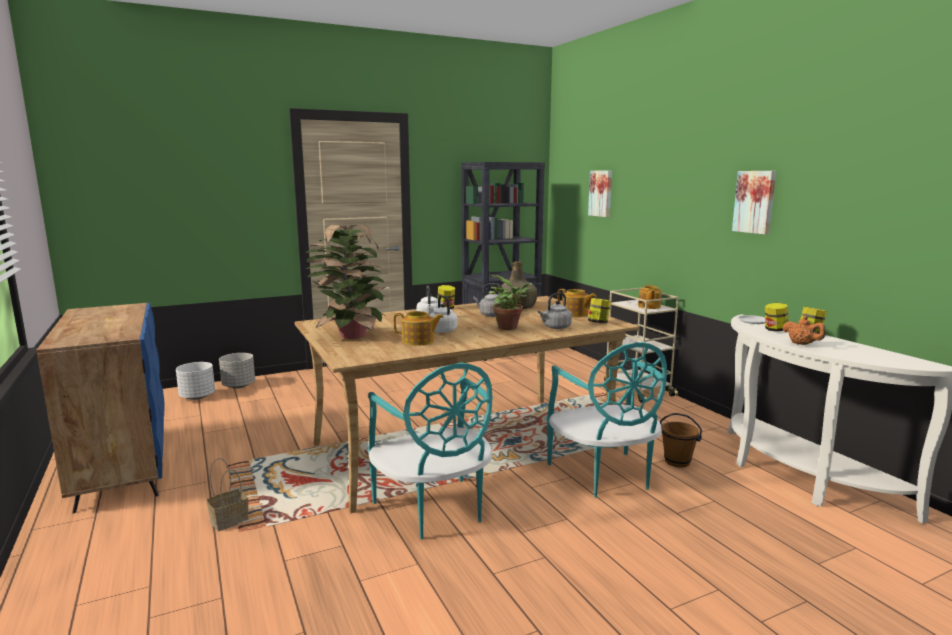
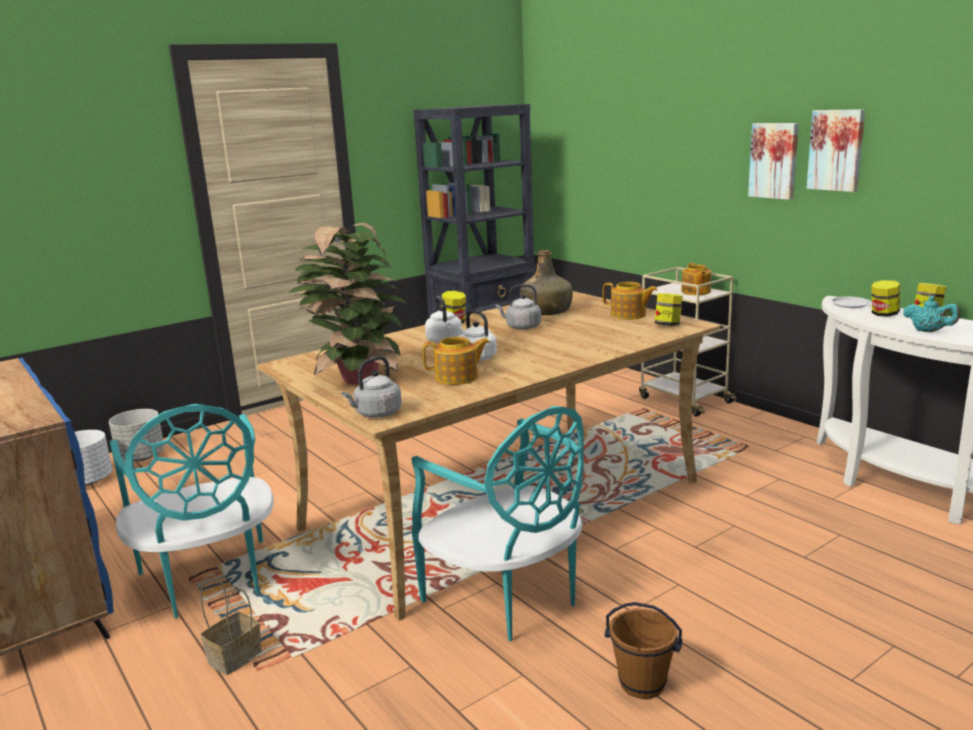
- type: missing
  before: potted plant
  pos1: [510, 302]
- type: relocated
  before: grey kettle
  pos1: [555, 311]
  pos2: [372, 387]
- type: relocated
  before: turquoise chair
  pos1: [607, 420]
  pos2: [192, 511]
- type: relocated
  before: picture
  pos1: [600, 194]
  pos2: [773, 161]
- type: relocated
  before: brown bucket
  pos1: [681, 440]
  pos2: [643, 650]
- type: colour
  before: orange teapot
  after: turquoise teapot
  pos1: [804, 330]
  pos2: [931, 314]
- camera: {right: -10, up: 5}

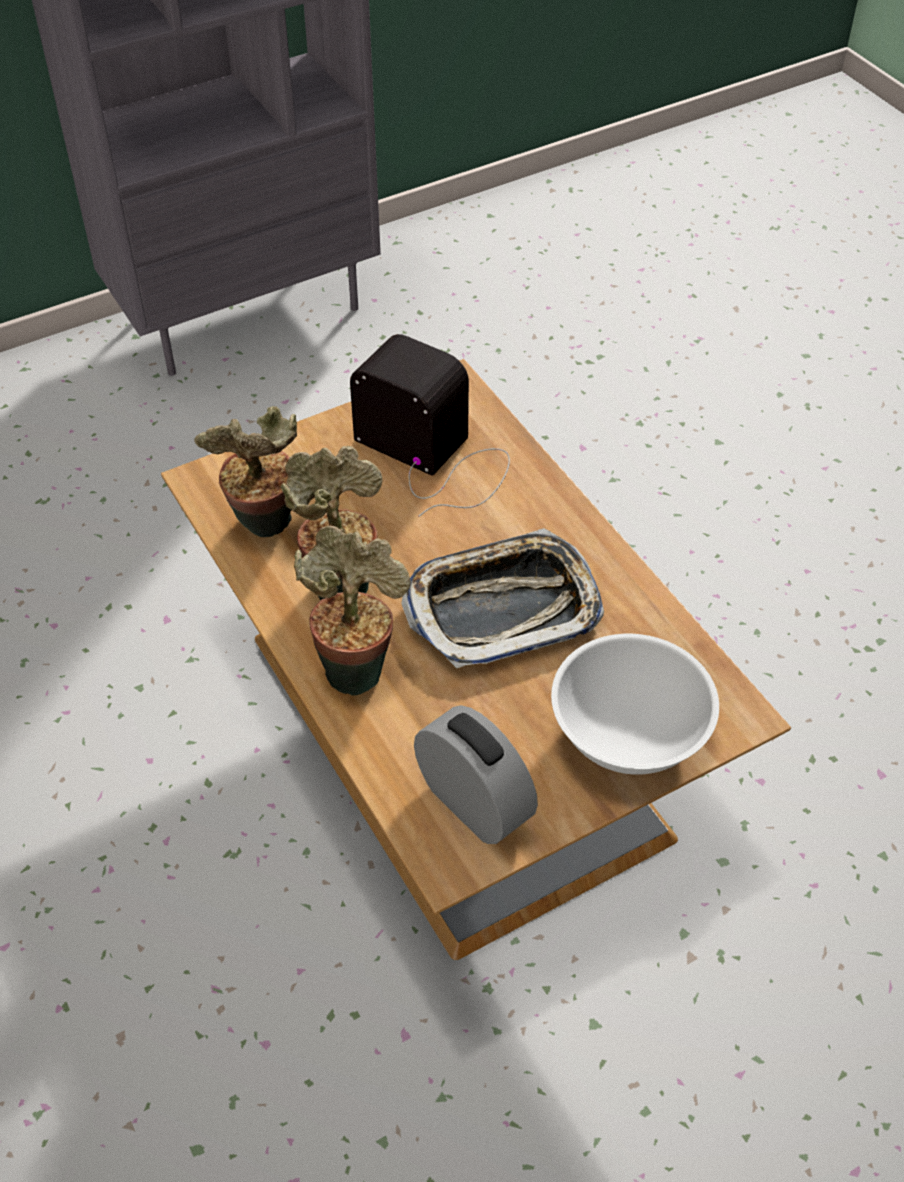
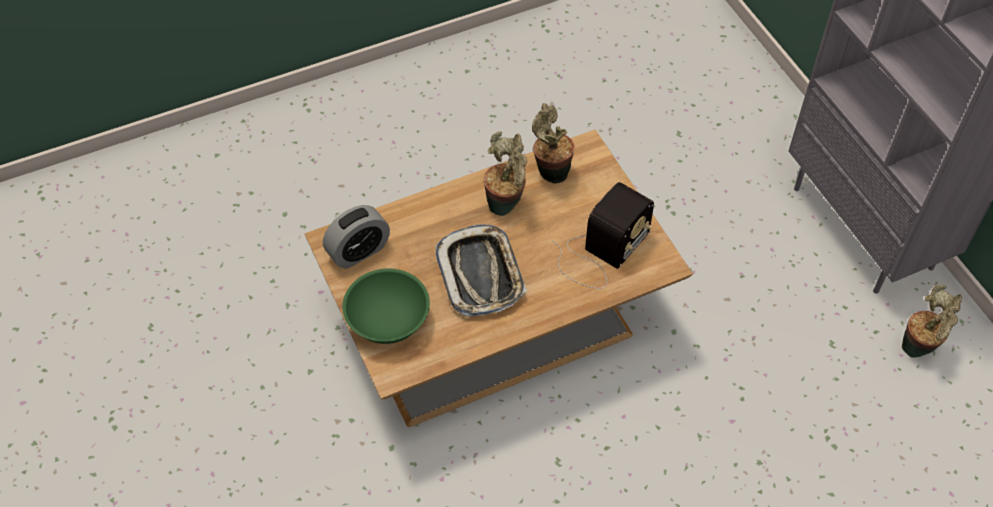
- type: relocated
  before: potted plant
  pos1: [352, 611]
  pos2: [932, 321]
- type: colour
  before: white bowl
  after: green bowl
  pos1: [635, 704]
  pos2: [386, 306]
- camera: {right: 95, up: 5}

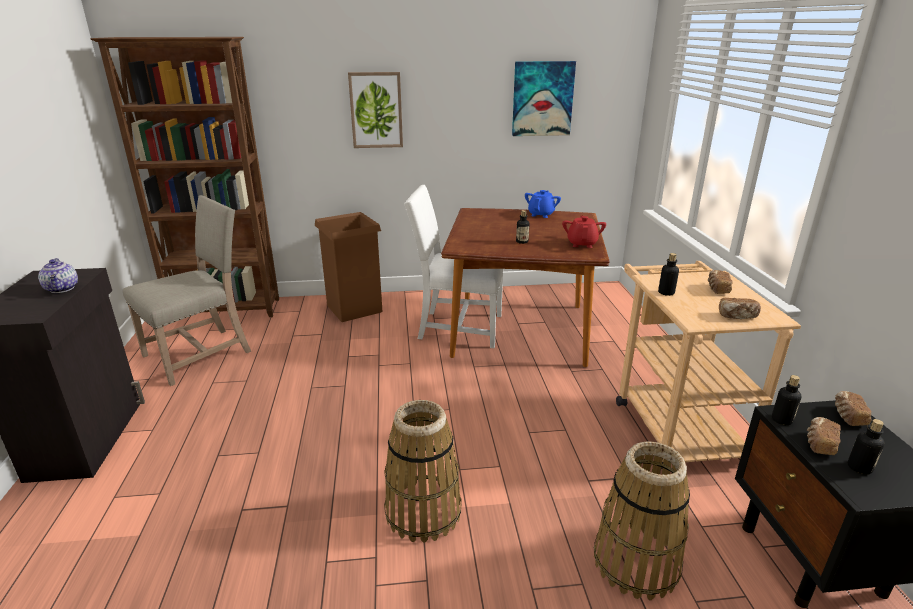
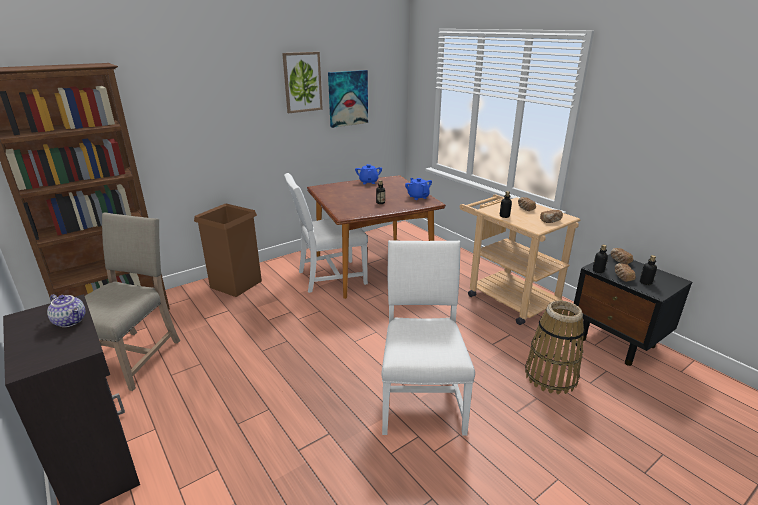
- type: relocated
  before: picture
  pos1: [375, 110]
  pos2: [302, 82]
- type: exchanged
  before: basket
  after: white chair
  pos1: [423, 471]
  pos2: [428, 337]
- type: colour
  before: red teapot
  after: blue teapot
  pos1: [584, 231]
  pos2: [418, 189]
- camera: {right: -30, up: 0}

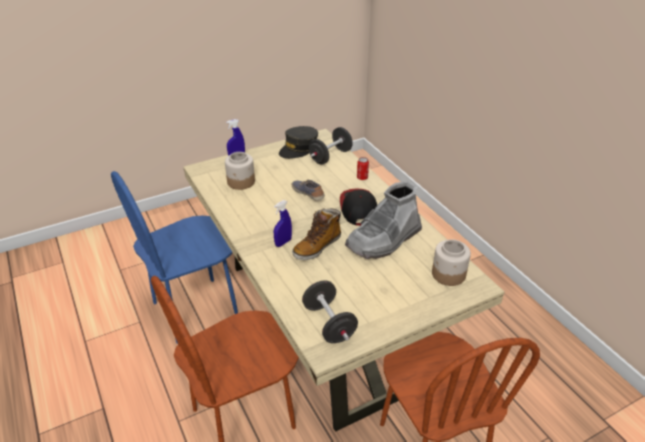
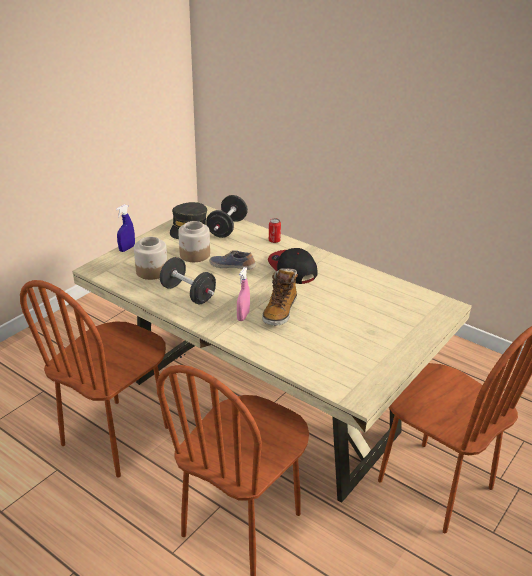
- type: missing
  before: grey boot
  pos1: [383, 220]
- type: relocated
  before: black dumbbell
  pos1: [330, 311]
  pos2: [188, 280]
- type: relocated
  before: jar
  pos1: [451, 262]
  pos2: [194, 241]
- type: colour
  before: blue chair
  after: brown chair
  pos1: [174, 257]
  pos2: [94, 379]
- type: colour
  before: blue spray bottle
  after: pink spray bottle
  pos1: [283, 223]
  pos2: [243, 294]
- camera: {right: -25, up: -5}

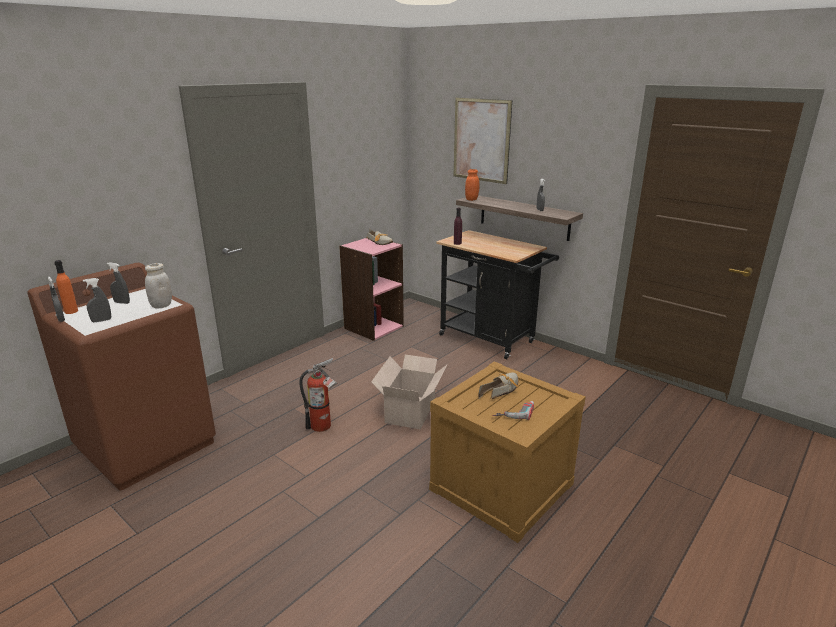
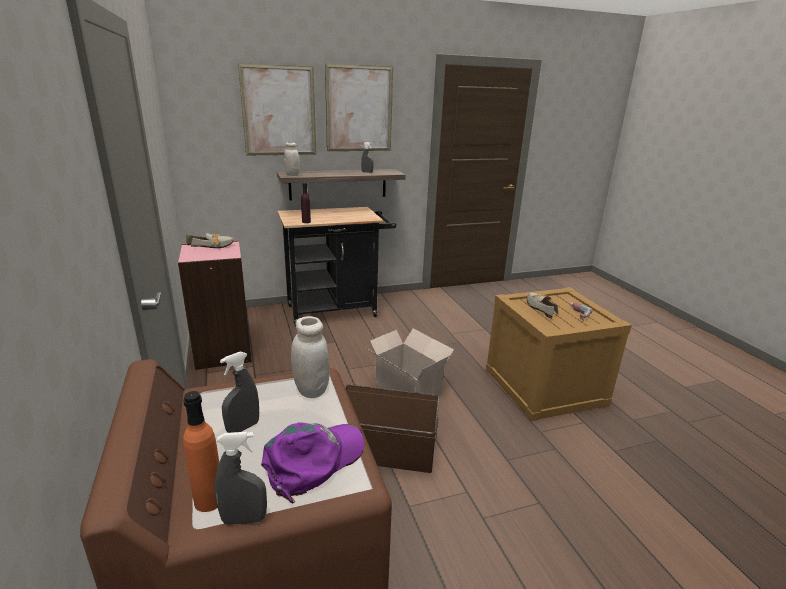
- type: appeared
  after: picture
  pos2: [359, 107]
- type: exchanged
  before: grey spray bottle
  after: purple cap
  pos1: [97, 300]
  pos2: [312, 463]
- type: exchanged
  before: fire extinguisher
  after: brown storage box
  pos1: [318, 395]
  pos2: [392, 429]
- type: colour
  before: orange jar
  after: white jar
  pos1: [472, 185]
  pos2: [292, 159]
- camera: {right: -60, up: 0}

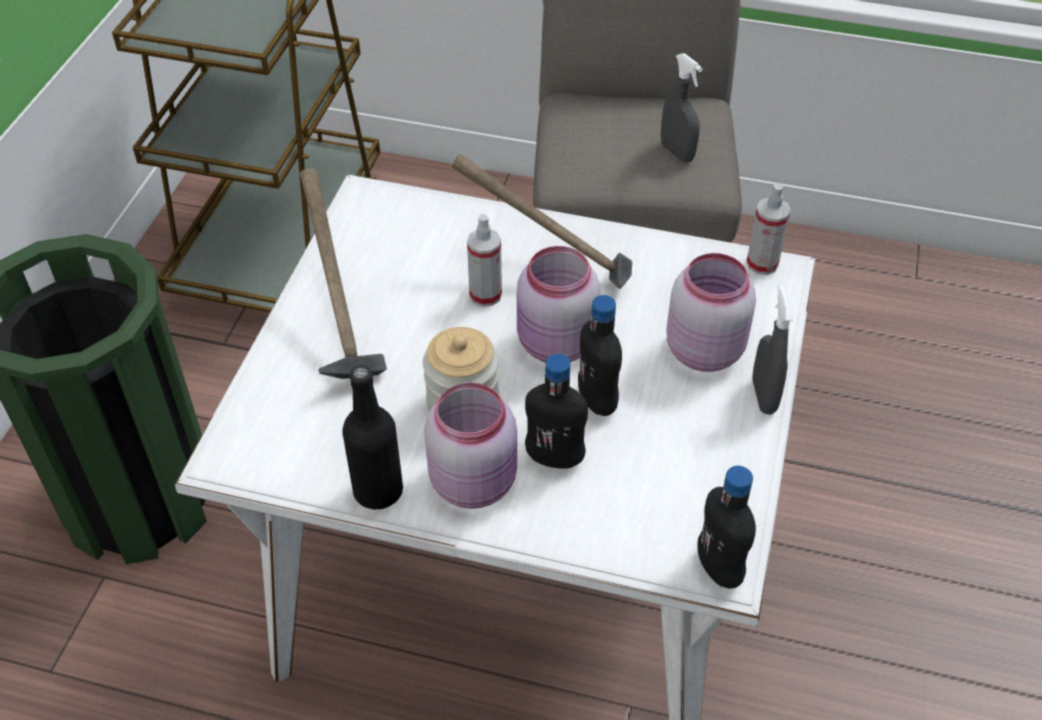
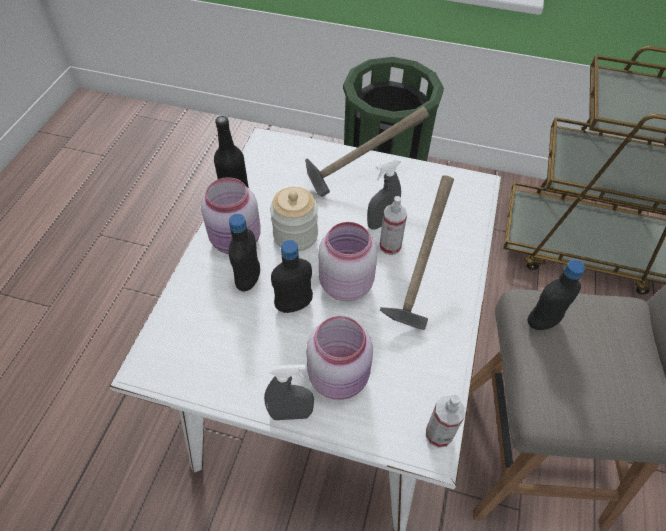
- type: relocated
  before: grey spray bottle
  pos1: [682, 107]
  pos2: [384, 194]
- type: relocated
  before: black bottle
  pos1: [726, 527]
  pos2: [556, 295]
- camera: {right: 90, up: 5}

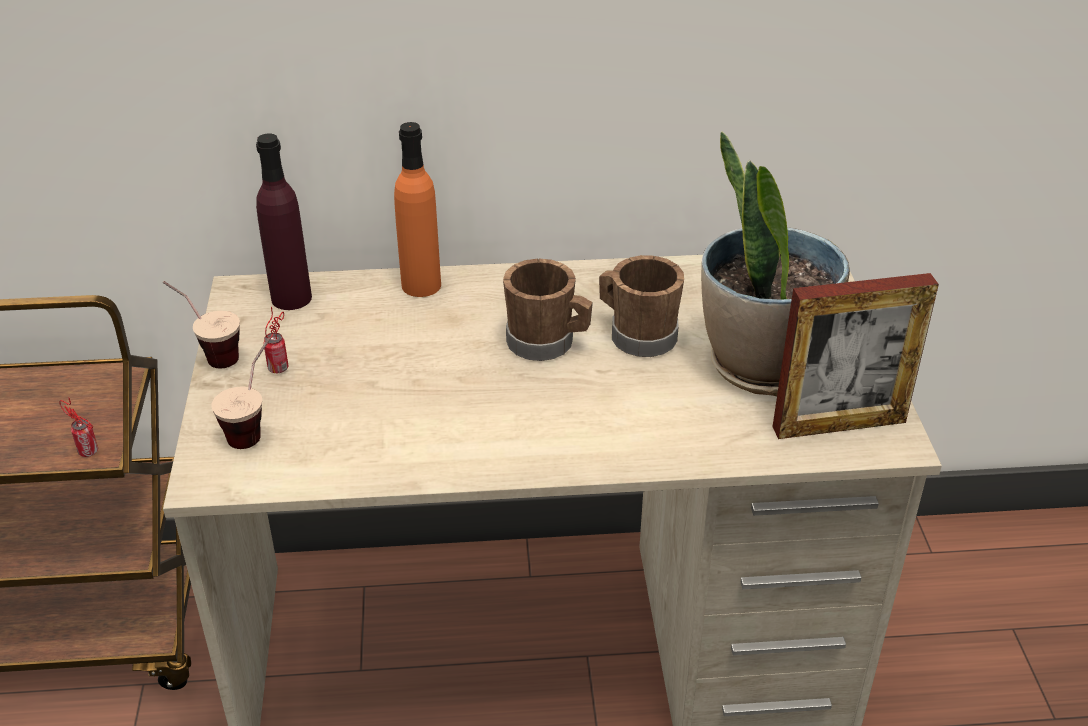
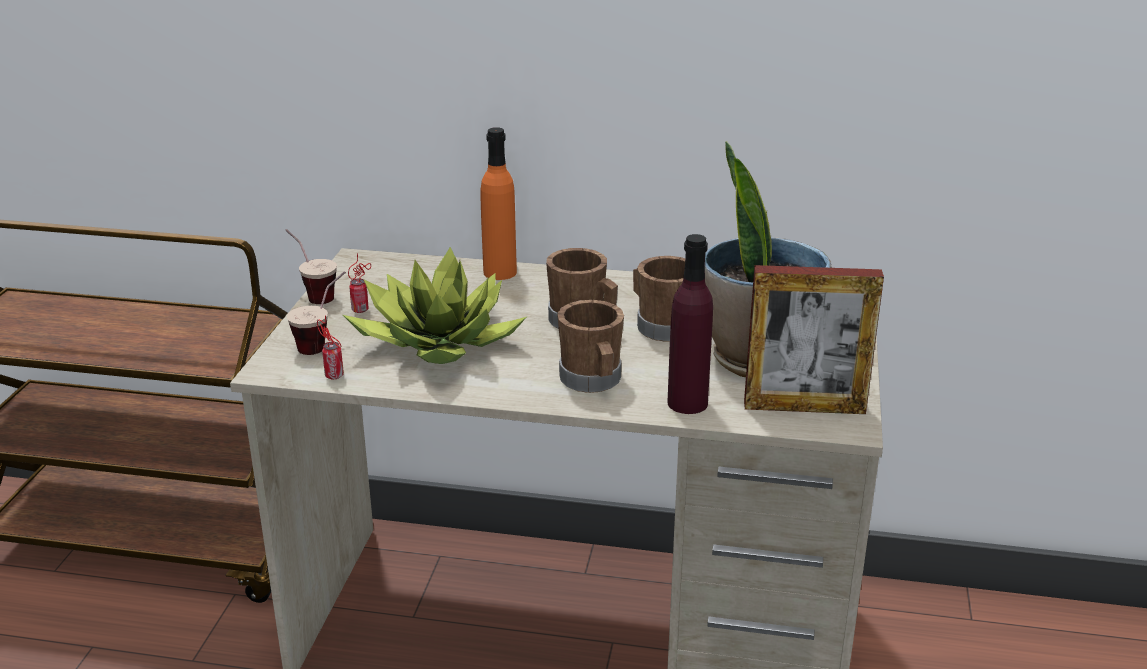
- type: appeared
  after: potted plant
  pos2: [435, 305]
- type: appeared
  after: brown mug
  pos2: [590, 346]
- type: relocated
  before: can
  pos1: [78, 427]
  pos2: [330, 347]
- type: relocated
  before: purple bottle
  pos1: [284, 222]
  pos2: [690, 324]
- camera: {right: 15, up: -10}

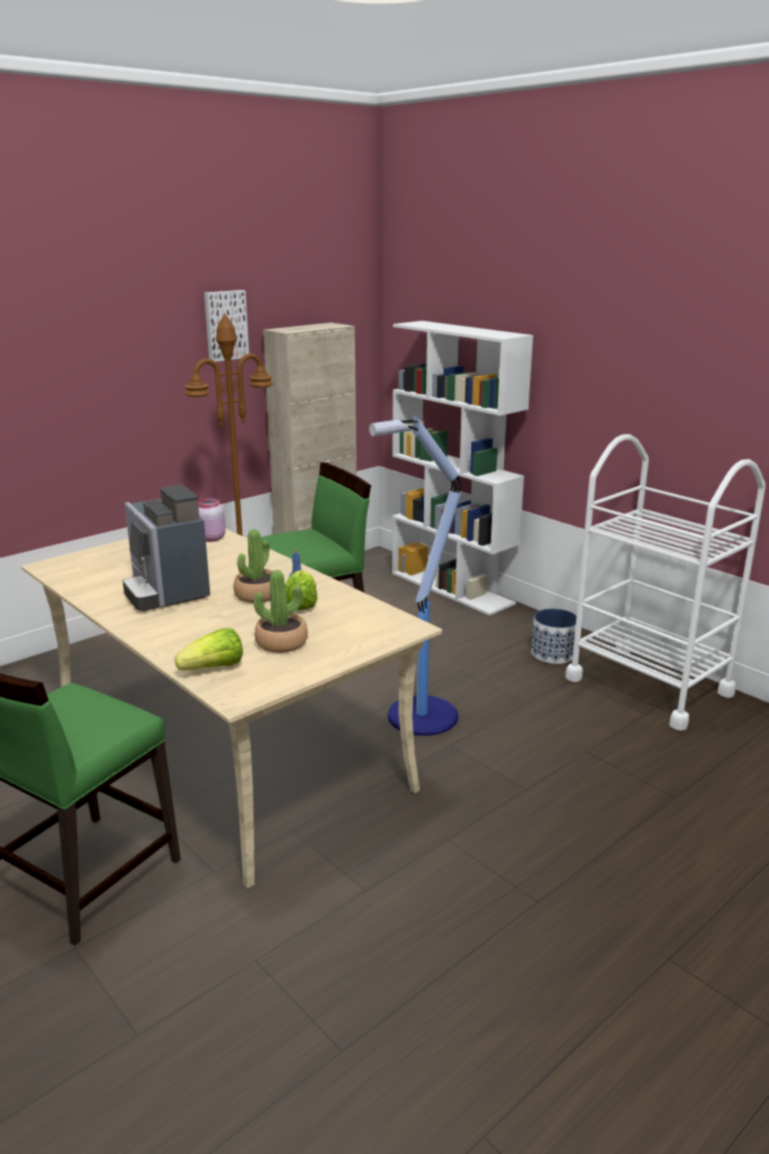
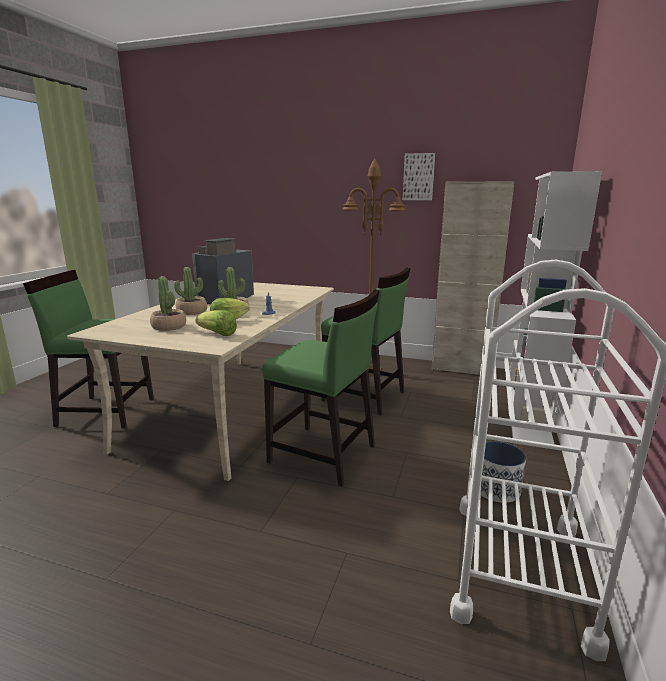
- type: missing
  before: pink jar
  pos1: [212, 519]
- type: appeared
  after: potted plant
  pos2: [190, 291]
- type: relocated
  before: lettuce
  pos1: [209, 649]
  pos2: [216, 323]
- type: exchanged
  before: floor lamp
  after: green chair
  pos1: [415, 575]
  pos2: [321, 388]
- camera: {right: 60, up: -5}

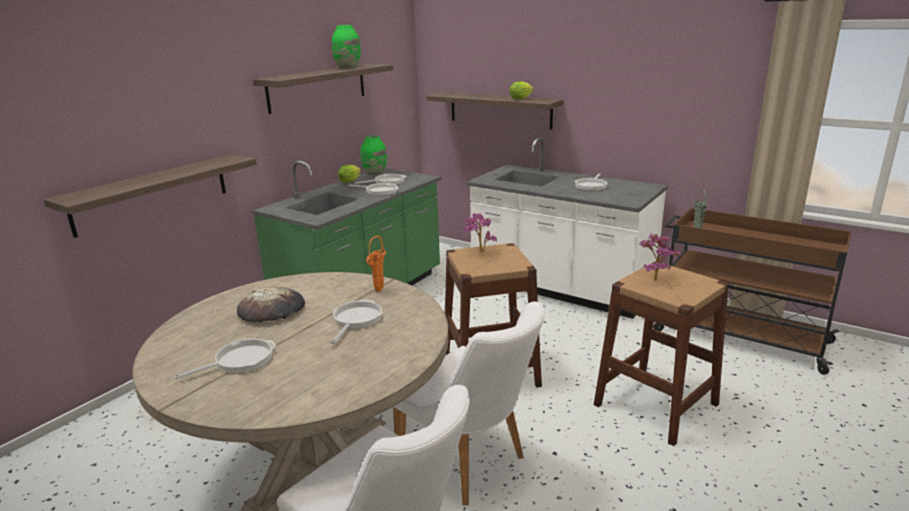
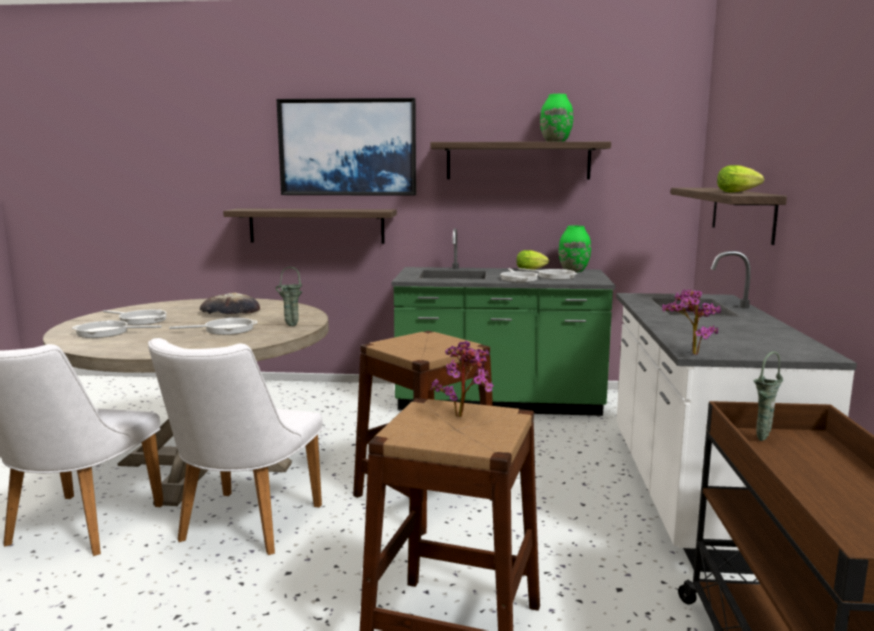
- type: appeared
  after: picture
  pos2: [346, 147]
- type: relocated
  before: potted plant
  pos1: [480, 232]
  pos2: [691, 322]
- type: relocated
  before: frying pan
  pos1: [591, 182]
  pos2: [117, 329]
- type: colour
  before: orange vase
  after: green vase
  pos1: [376, 264]
  pos2: [289, 296]
- camera: {right: 60, up: -10}

